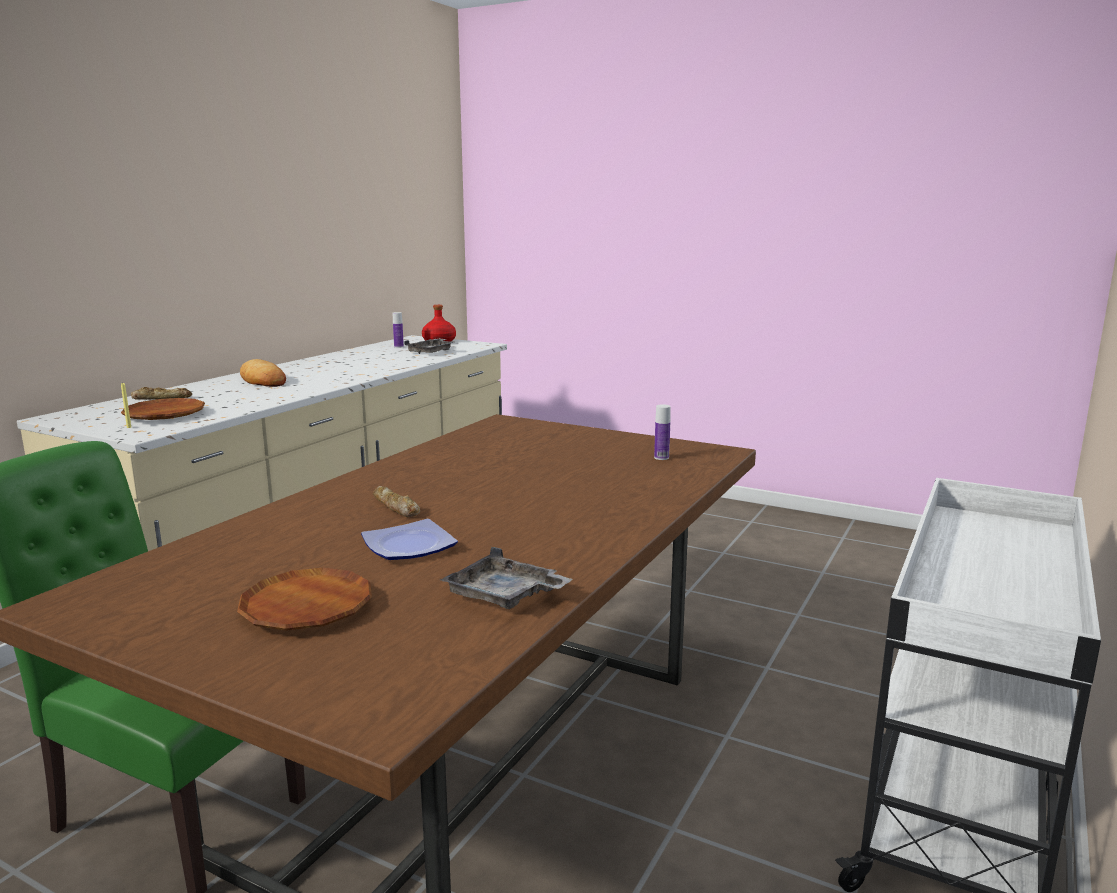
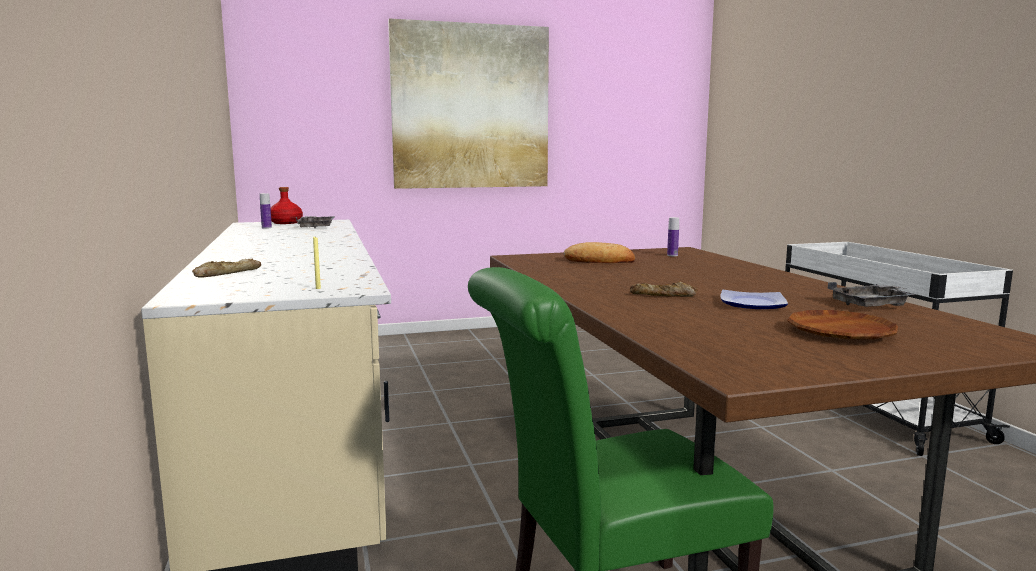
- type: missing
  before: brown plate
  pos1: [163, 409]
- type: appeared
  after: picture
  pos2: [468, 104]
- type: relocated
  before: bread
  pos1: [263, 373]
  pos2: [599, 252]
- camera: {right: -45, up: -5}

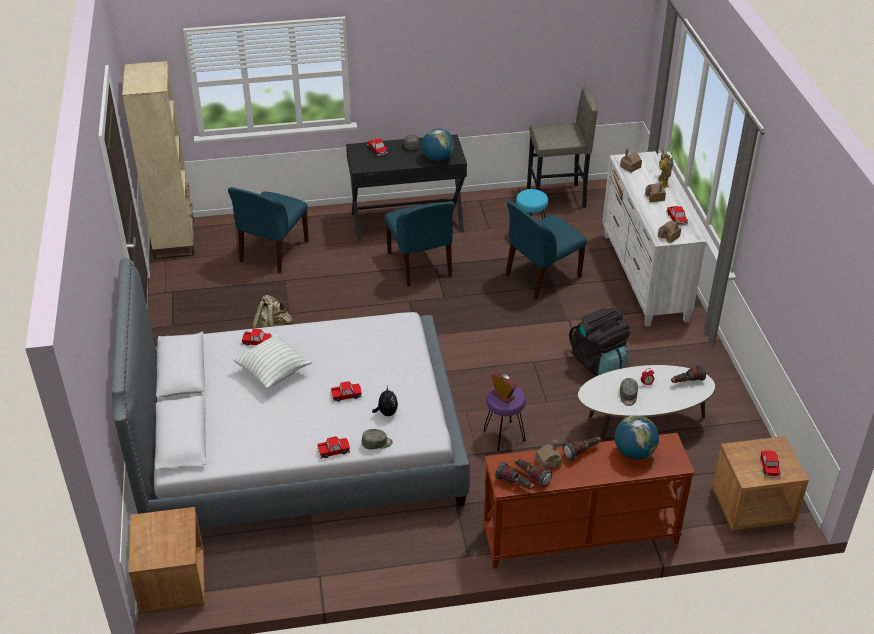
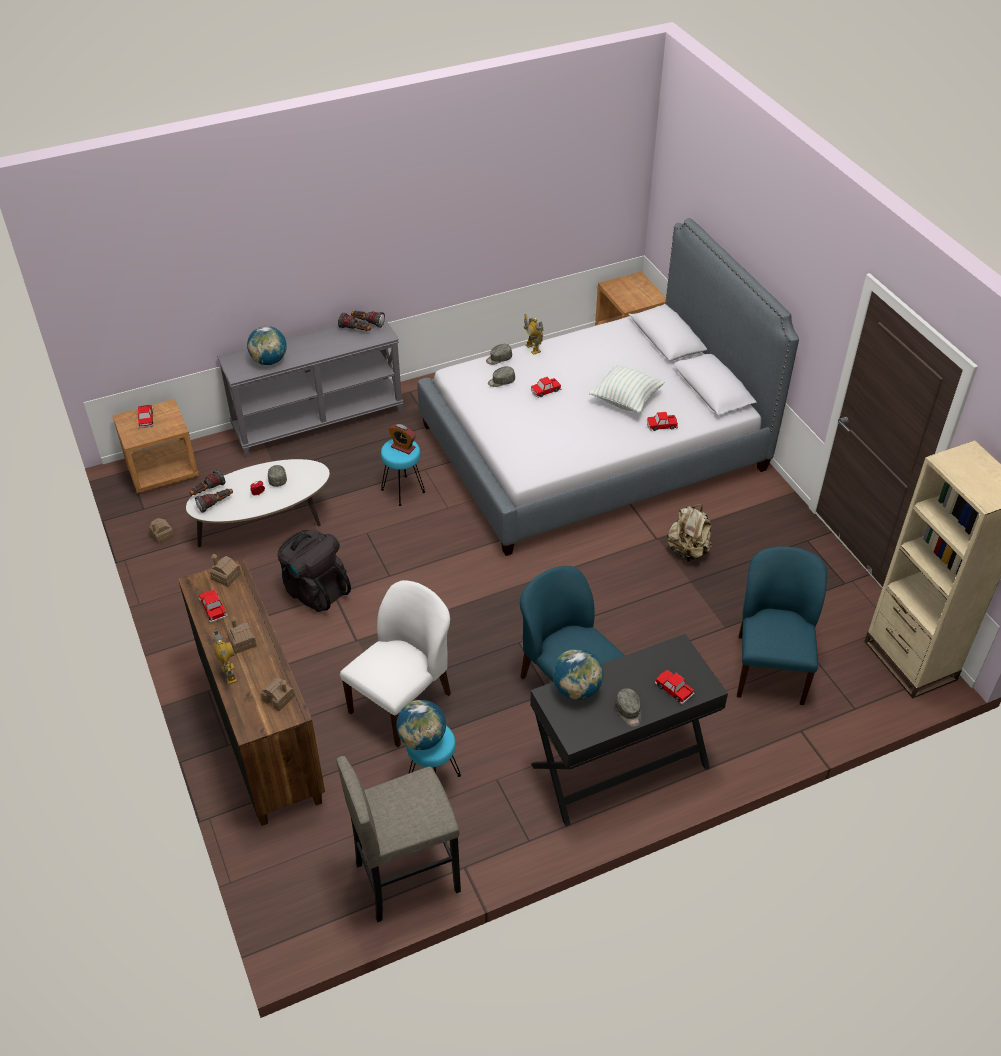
- type: appeared
  after: globe
  pos2: [421, 725]
- type: relocated
  before: toy house
  pos1: [548, 454]
  pos2: [162, 531]
- type: relocated
  before: flashlight
  pos1: [582, 449]
  pos2: [207, 482]
- type: exchanged
  before: toy car
  after: toy robot
  pos1: [333, 447]
  pos2: [533, 334]
- type: exchanged
  before: plush toy
  after: grey cap
  pos1: [385, 401]
  pos2: [501, 376]
- type: colour
  before: brown console table
  after: grey console table
  pos1: [588, 500]
  pos2: [310, 388]
- type: colour
  before: purple stool
  after: turquoise stool
  pos1: [504, 418]
  pos2: [403, 472]
- type: colour
  before: blue chair
  after: white chair
  pos1: [546, 250]
  pos2: [395, 663]
- type: colour
  before: white dresser
  after: brown dresser
  pos1: [654, 239]
  pos2: [251, 692]
- camera: {right: 165, up: 5}

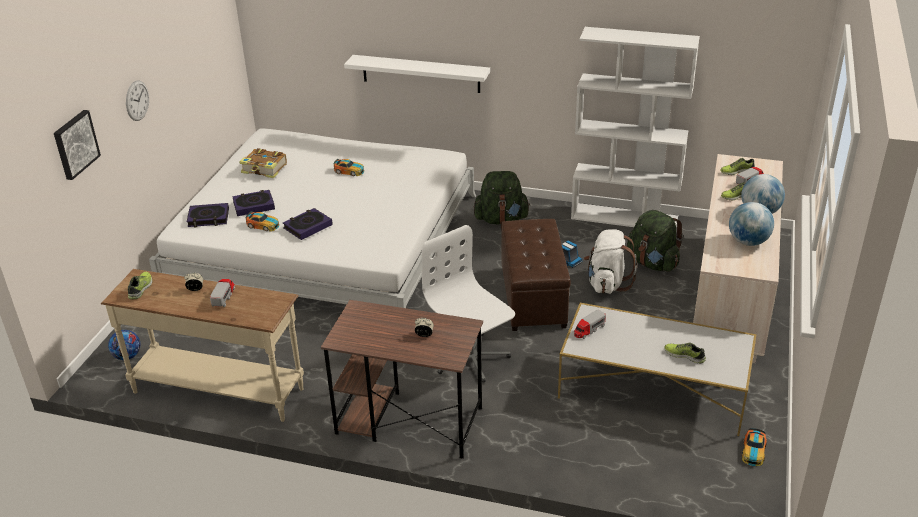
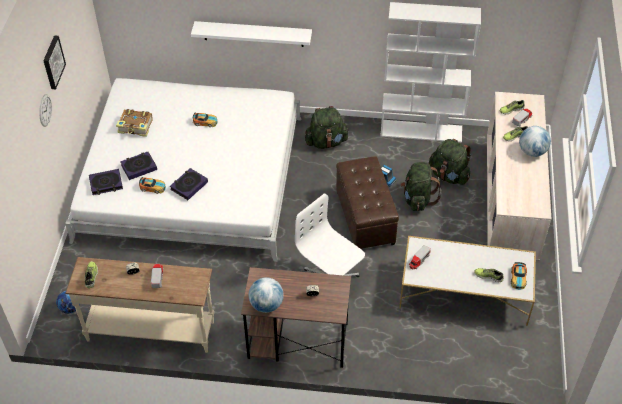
- type: relocated
  before: picture
  pos1: [77, 145]
  pos2: [54, 62]
- type: relocated
  before: globe
  pos1: [751, 224]
  pos2: [266, 295]
- type: relocated
  before: toy car
  pos1: [754, 447]
  pos2: [519, 276]
- type: colour
  before: white backpack
  after: green backpack
  pos1: [610, 261]
  pos2: [421, 186]
- camera: {right: -10, up: 15}

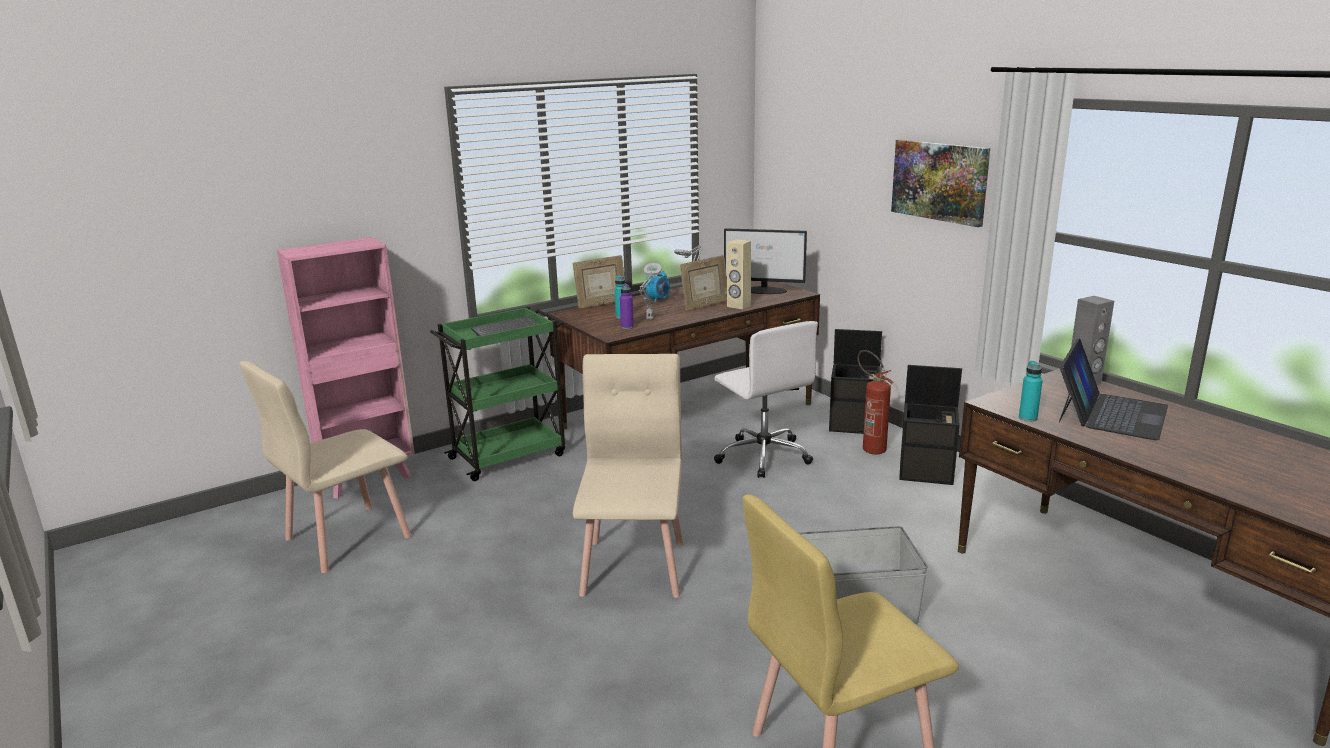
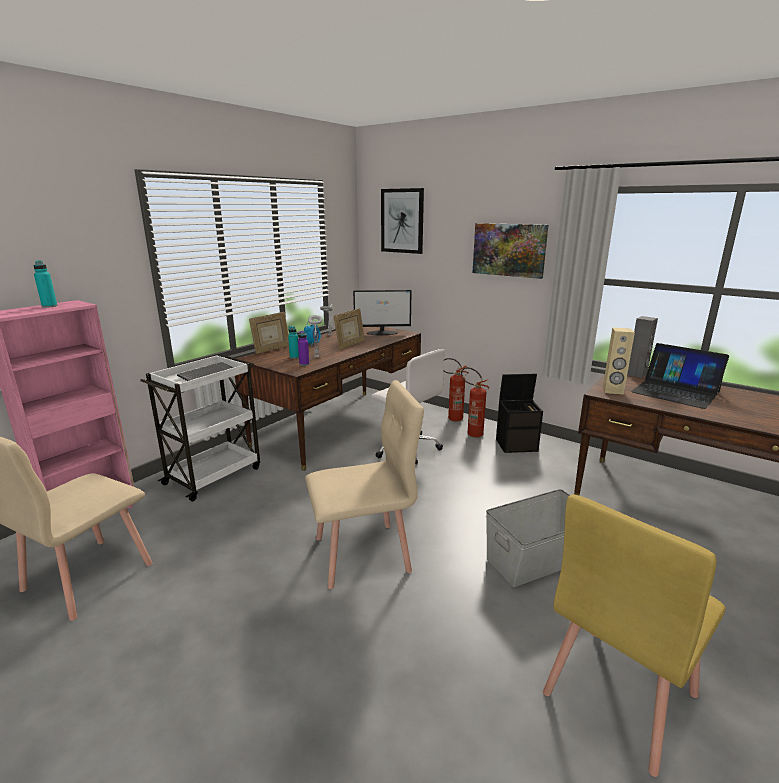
- type: appeared
  after: picture
  pos2: [402, 221]
- type: relocated
  before: beige speaker
  pos1: [739, 274]
  pos2: [619, 361]
- type: relocated
  before: turquoise bottle
  pos1: [1031, 391]
  pos2: [45, 284]
- type: exchanged
  before: black storage box
  after: fire extinguisher
  pos1: [855, 381]
  pos2: [455, 389]
- type: colour
  before: green cart
  after: white cart
  pos1: [497, 394]
  pos2: [200, 428]
- type: spun
  before: beige chair
  pos1: [628, 476]
  pos2: [364, 484]
  turn: 90
- type: spun
  before: laptop
  pos1: [1113, 389]
  pos2: [680, 376]
  turn: 120
- camera: {right: -20, up: 0}

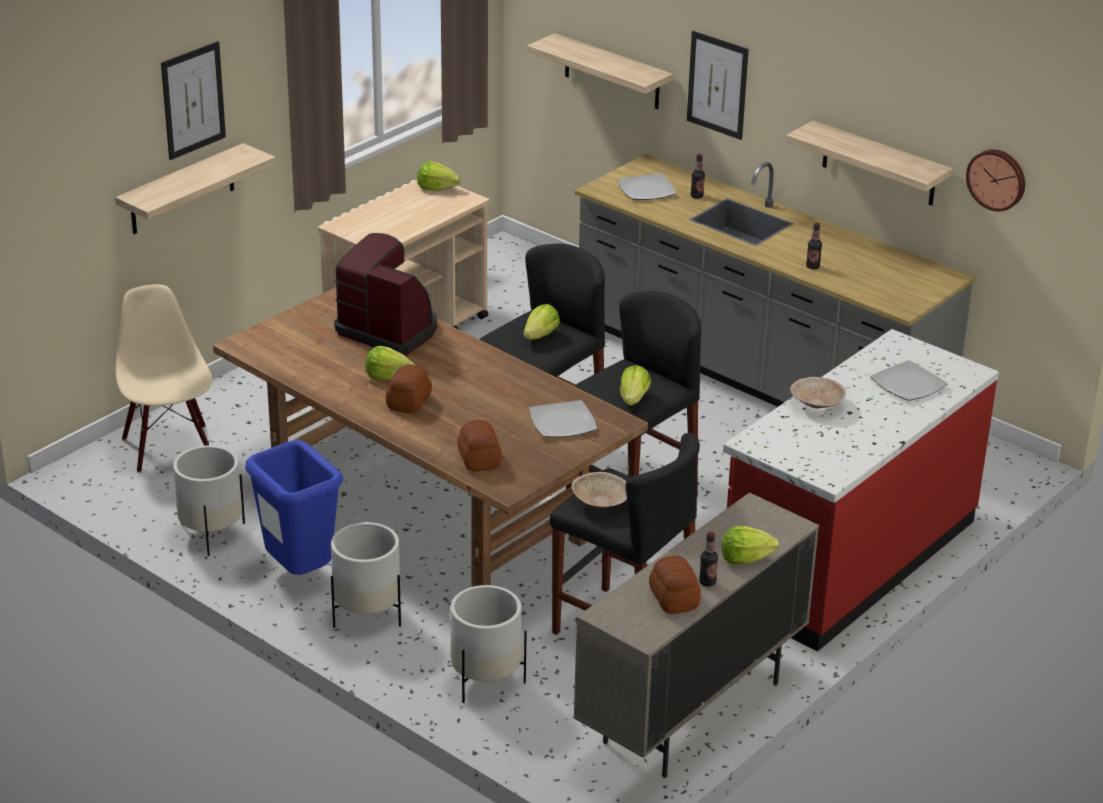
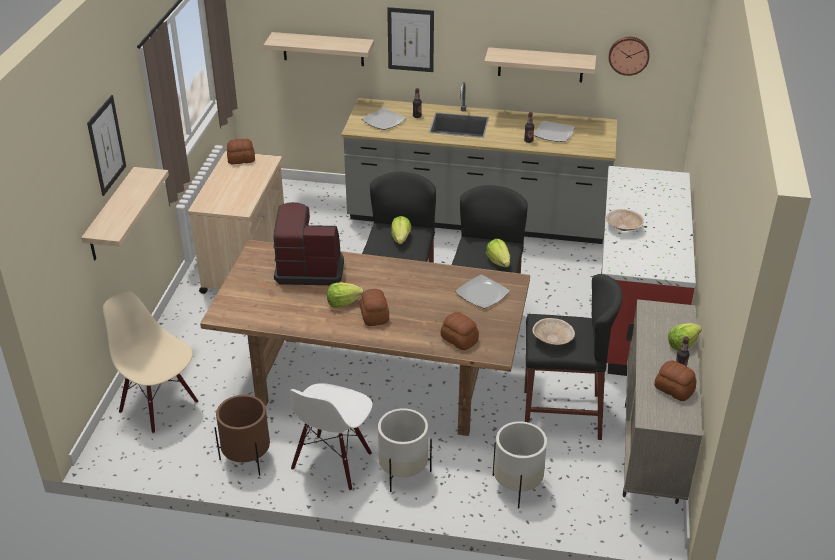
- type: relocated
  before: plate
  pos1: [909, 380]
  pos2: [554, 131]
- type: exchanged
  before: blue trash can
  after: white chair
  pos1: [294, 507]
  pos2: [331, 437]
- type: exchanged
  before: lettuce
  after: bread
  pos1: [439, 176]
  pos2: [241, 151]
- type: colour
  before: white planter
  after: brown planter
  pos1: [209, 501]
  pos2: [242, 435]
- camera: {right: -30, up: 5}

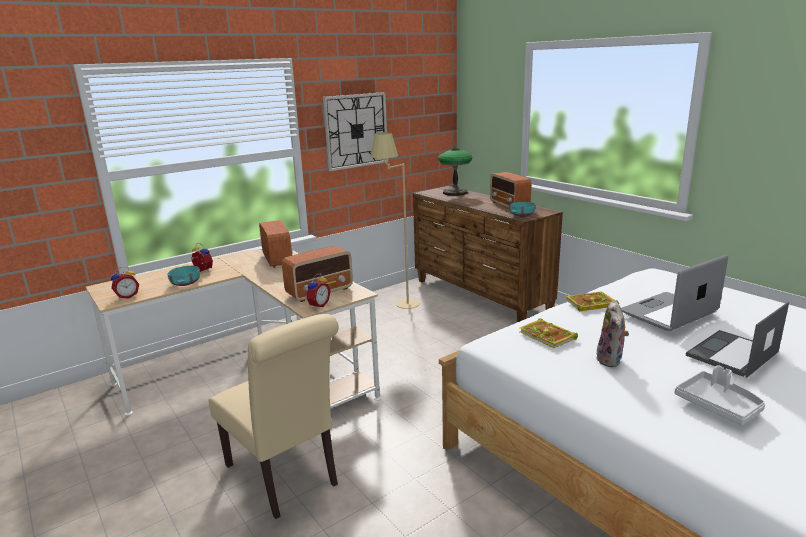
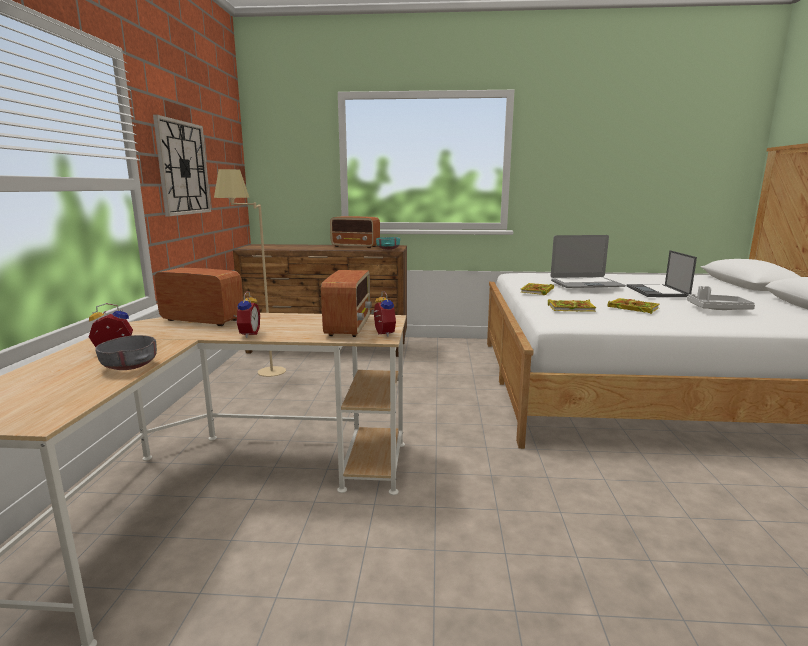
- type: missing
  before: beige chair
  pos1: [273, 416]
- type: missing
  before: table lamp
  pos1: [455, 172]
- type: relocated
  before: alarm clock
  pos1: [125, 283]
  pos2: [246, 314]
- type: exchanged
  before: plush toy
  after: book
  pos1: [612, 333]
  pos2: [633, 306]
- type: colour
  before: turquoise bowl
  after: grey bowl
  pos1: [183, 276]
  pos2: [126, 352]
- type: spun
  before: laptop
  pos1: [674, 293]
  pos2: [588, 261]
  turn: -105
- camera: {right: -50, up: -5}

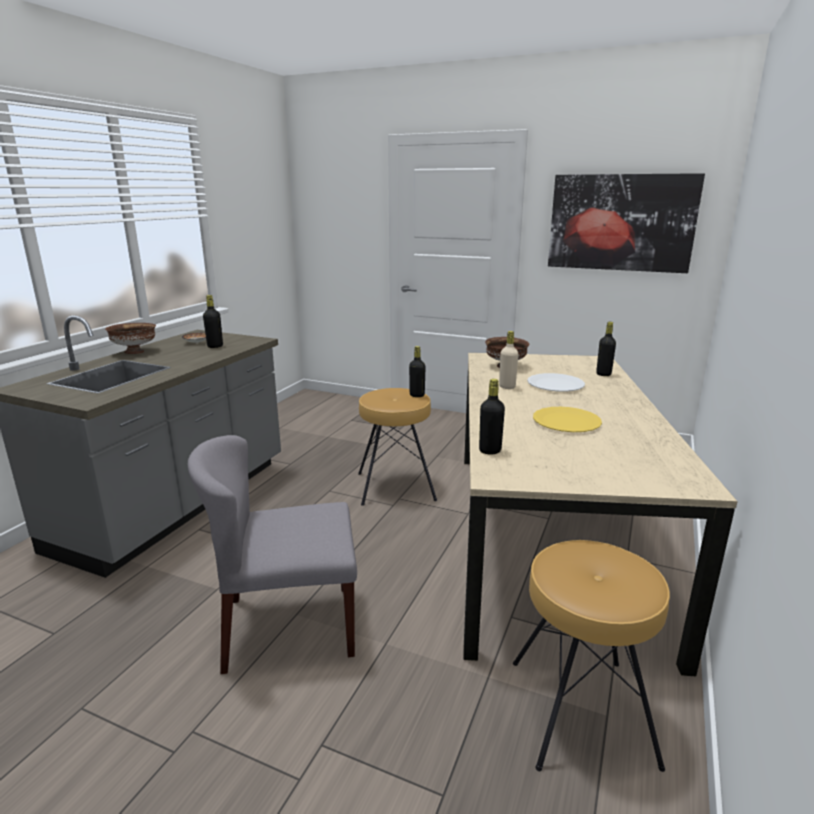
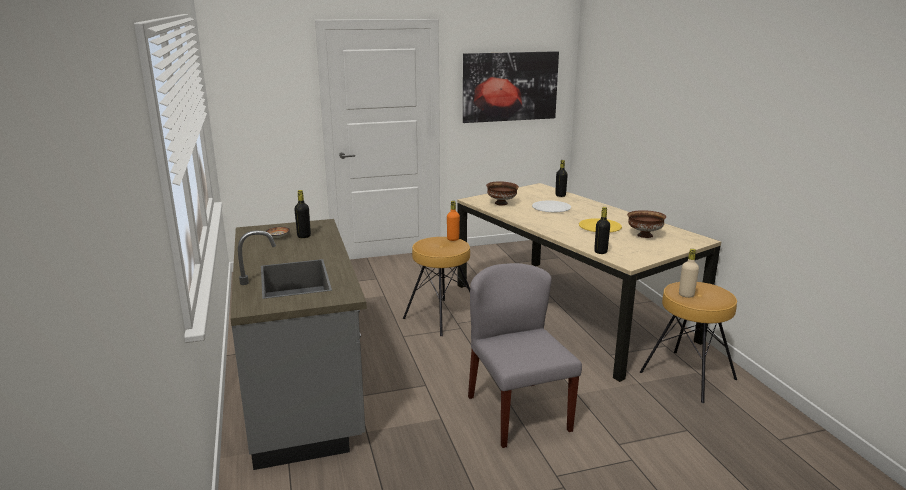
- type: relocated
  before: brown bowl
  pos1: [130, 338]
  pos2: [646, 224]
- type: relocated
  before: beige bottle
  pos1: [508, 360]
  pos2: [689, 273]
- type: colour
  before: black bottle
  after: orange bottle
  pos1: [417, 371]
  pos2: [453, 221]
- type: spun
  before: grey chair
  pos1: [272, 554]
  pos2: [525, 355]
  turn: 120
- camera: {right: -40, up: 0}

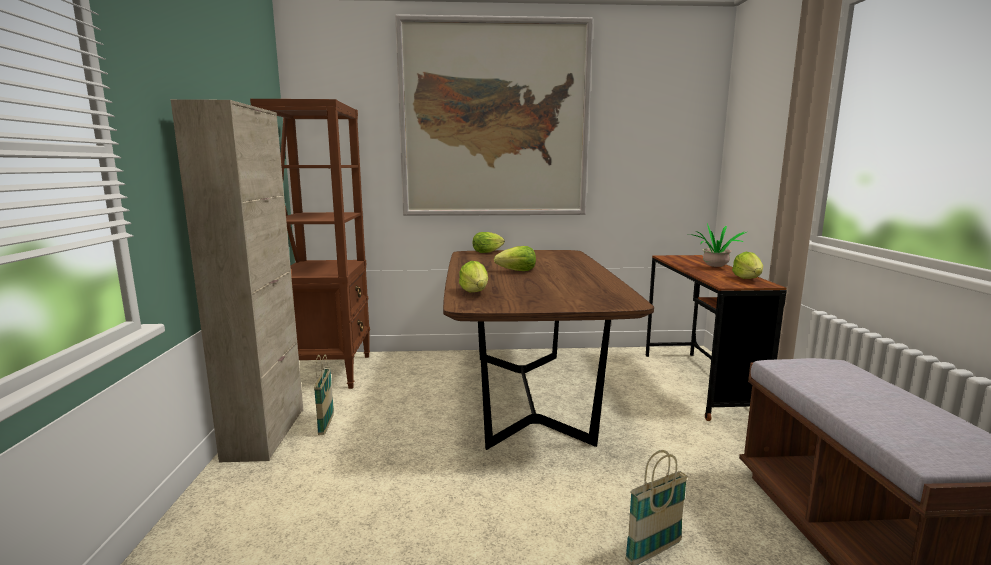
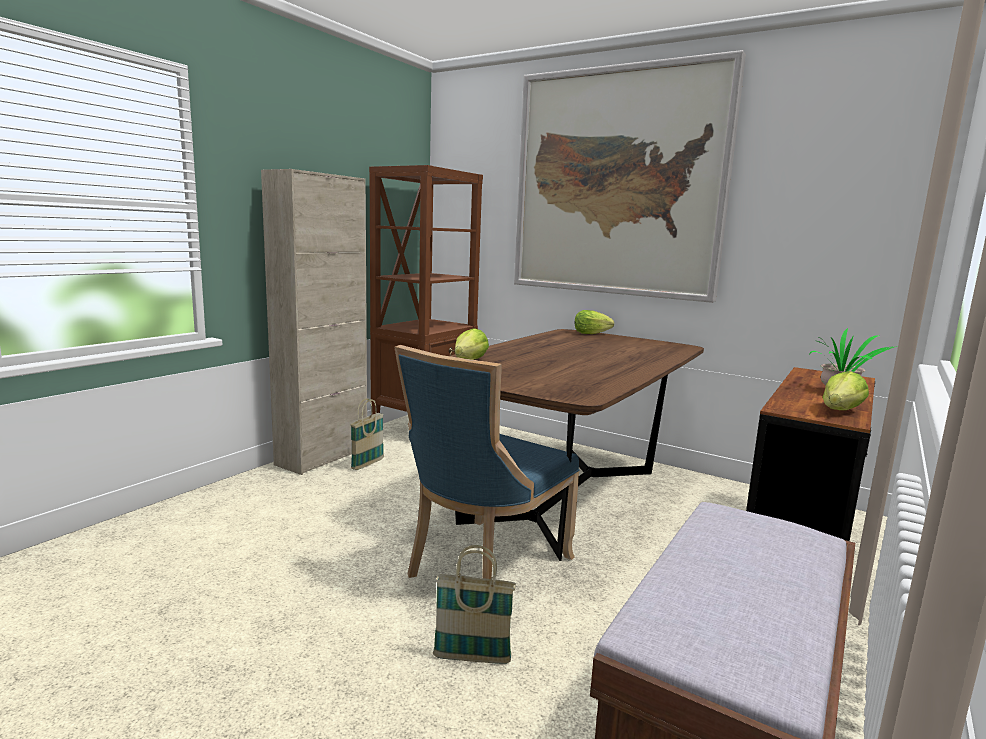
- type: missing
  before: lettuce
  pos1: [515, 258]
- type: appeared
  after: blue chair
  pos2: [487, 462]
- camera: {right: 35, up: 0}

